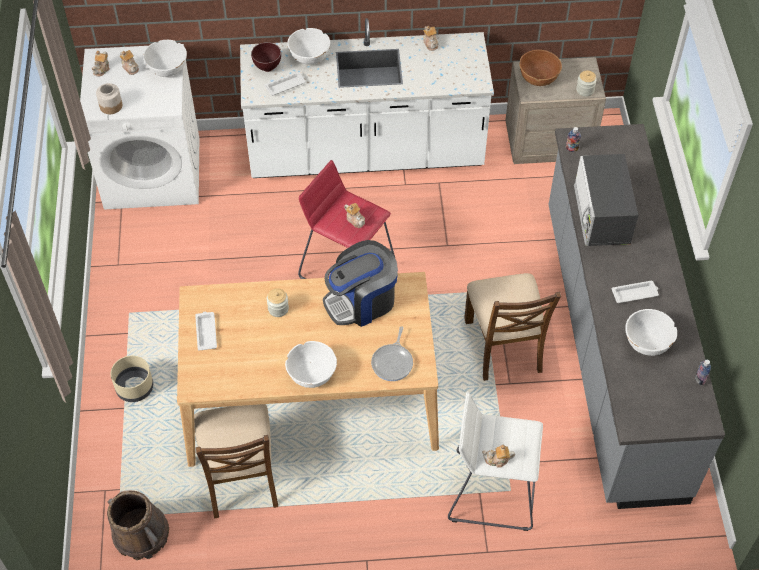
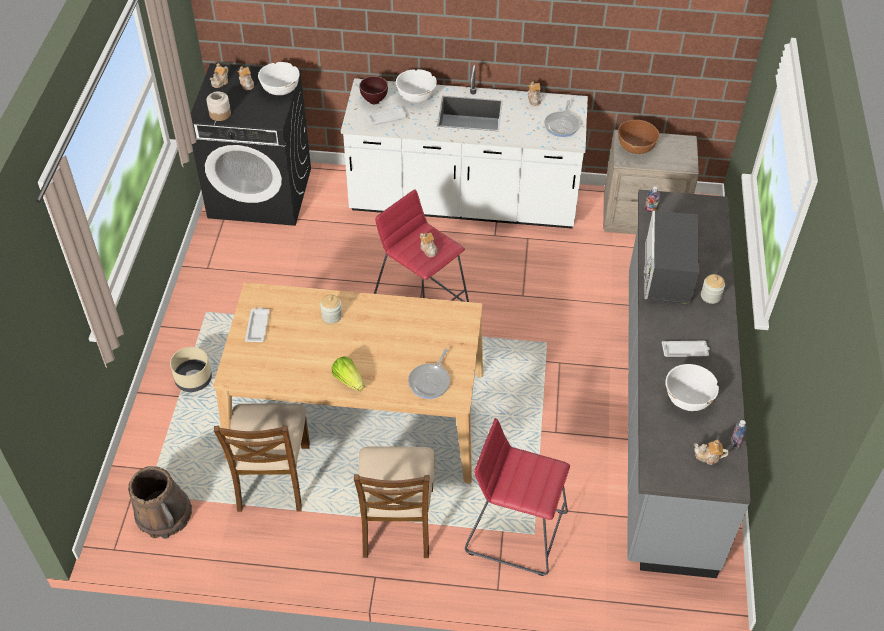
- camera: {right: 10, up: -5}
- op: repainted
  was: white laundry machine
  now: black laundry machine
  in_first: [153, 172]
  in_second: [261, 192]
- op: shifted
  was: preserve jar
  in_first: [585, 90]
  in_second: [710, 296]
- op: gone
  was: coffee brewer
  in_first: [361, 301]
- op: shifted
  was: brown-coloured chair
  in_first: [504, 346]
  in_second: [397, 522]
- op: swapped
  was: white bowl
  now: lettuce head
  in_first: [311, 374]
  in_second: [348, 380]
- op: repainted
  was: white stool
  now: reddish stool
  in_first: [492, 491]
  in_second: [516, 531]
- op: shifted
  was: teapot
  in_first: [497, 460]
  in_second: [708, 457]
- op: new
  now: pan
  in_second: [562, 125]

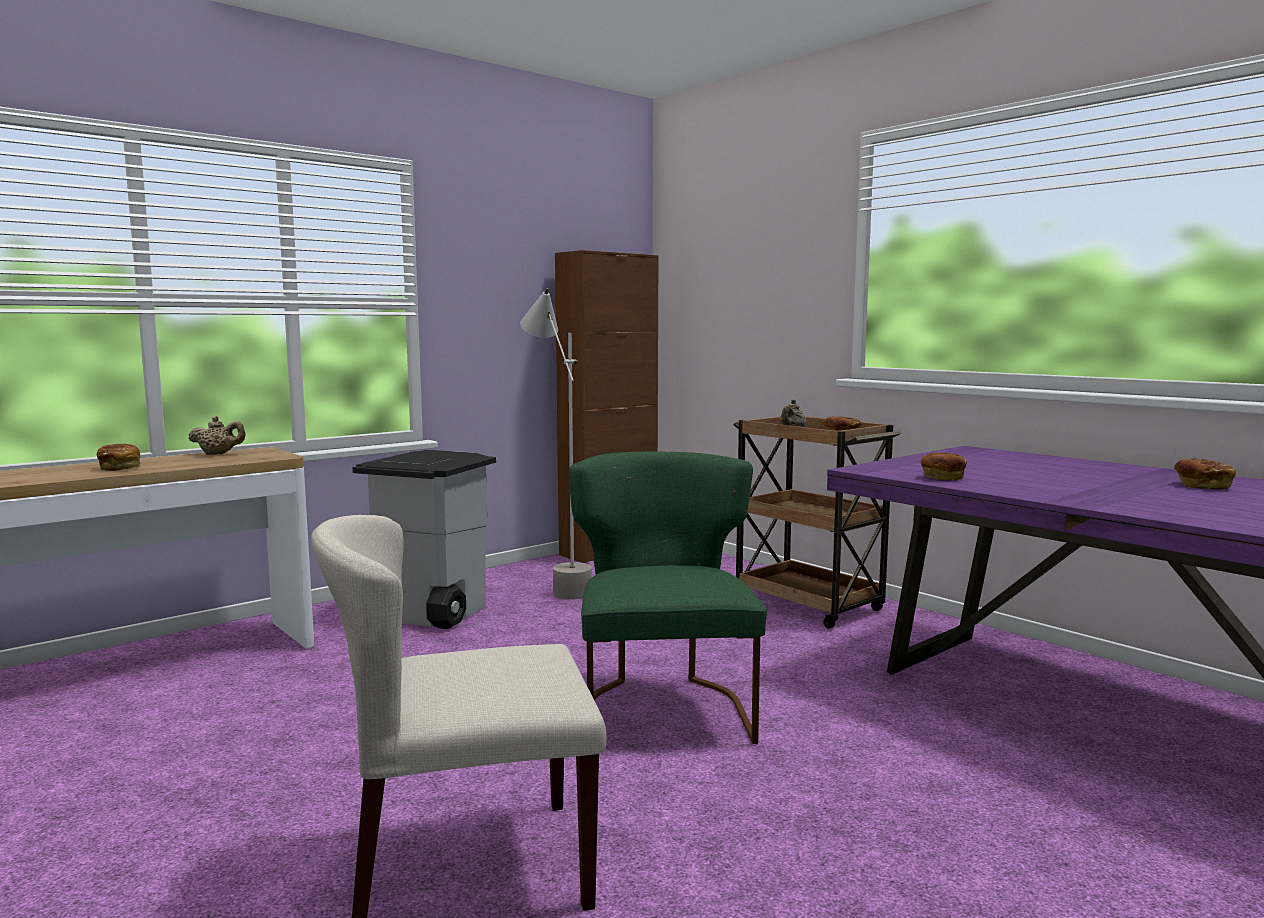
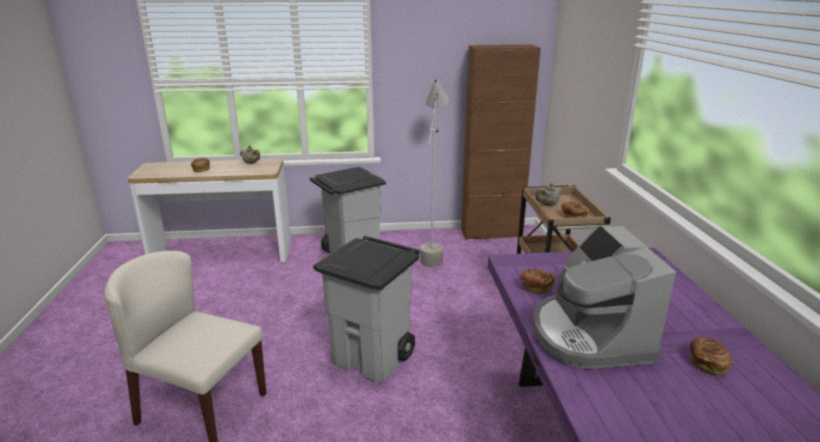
- camera: {right: 35, up: 15}
- op: swapped
  was: green chair
  now: grey rubbish bin
  in_first: [663, 707]
  in_second: [374, 357]
- op: new
  now: coffee brewer
  in_second: [589, 335]

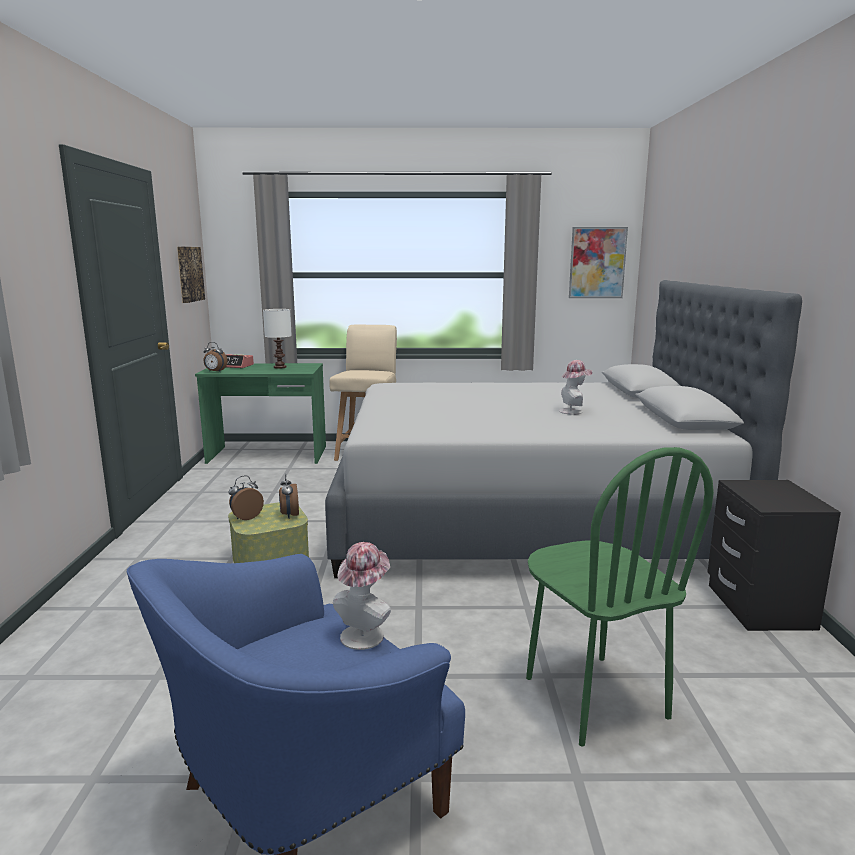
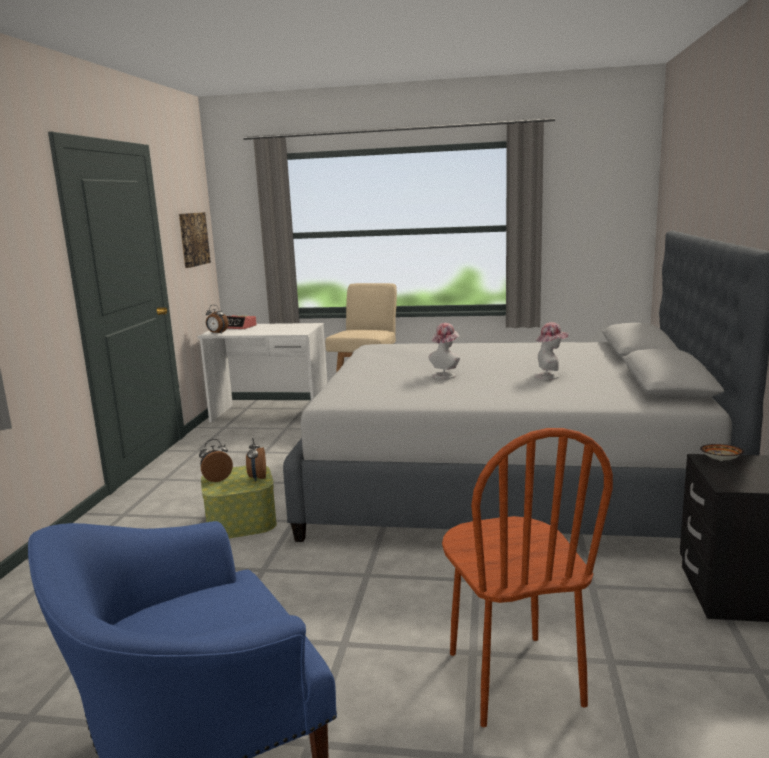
- camera: {right: 10, up: 0}
- op: gone
  was: wall picture
  in_first: [597, 263]
- op: gone
  was: white table lamp
  in_first: [279, 367]
- op: repainted
  was: green desk table
  now: white desk table
  in_first: [268, 455]
  in_second: [270, 414]
- op: repainted
  was: green chair
  now: brown-coloured chair
  in_first: [594, 697]
  in_second: [513, 678]
- op: shifted
  was: wearable hat
  in_first: [365, 633]
  in_second: [445, 375]
- op: new
  now: bowl
  in_second: [722, 460]

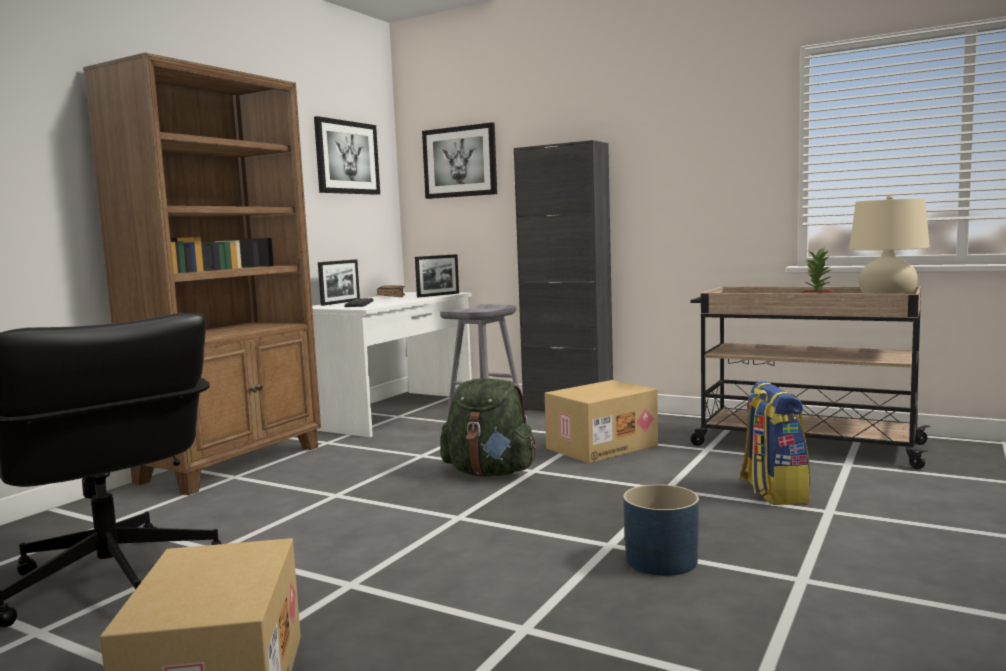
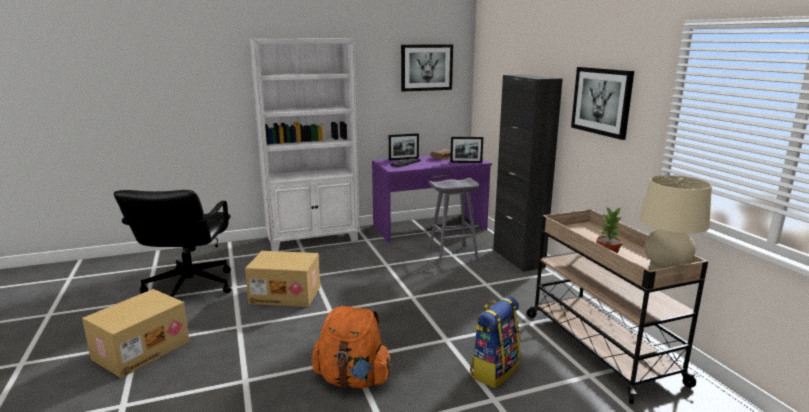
- camera: {right: 40, up: 10}
- op: repainted
  was: brown-coloured bookcase
  now: white bookcase
  in_first: [233, 464]
  in_second: [313, 240]
- op: shifted
  was: wall picture
  in_first: [460, 162]
  in_second: [601, 101]
- op: repainted
  was: white desk table
  now: purplish desk table
  in_first: [394, 412]
  in_second: [430, 228]
- op: gone
  was: green rucksack
  in_first: [490, 473]
- op: shifted
  was: cardboard box
  in_first: [601, 446]
  in_second: [286, 294]
- op: swapped
  was: bluish planter
  now: orangey rucksack
  in_first: [661, 560]
  in_second: [353, 379]

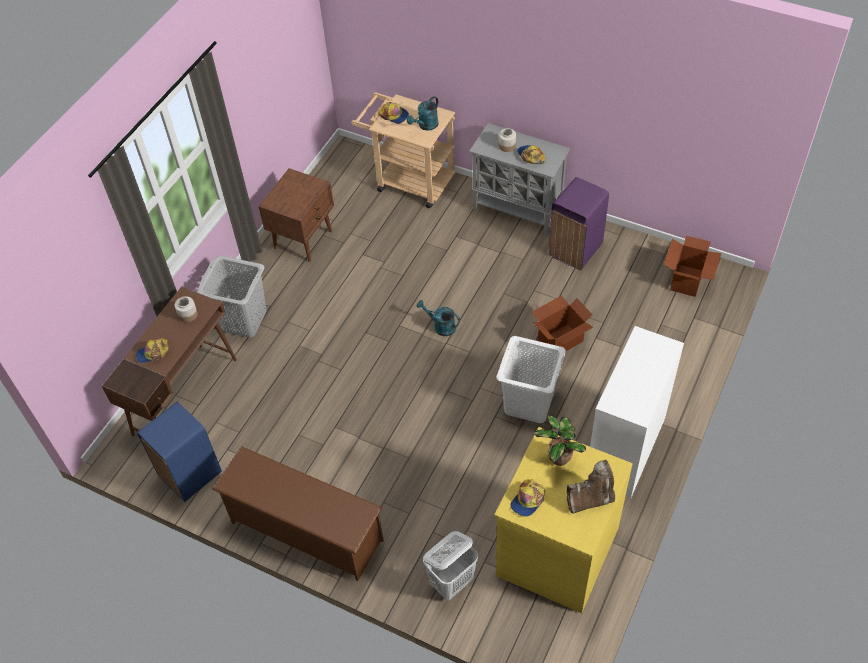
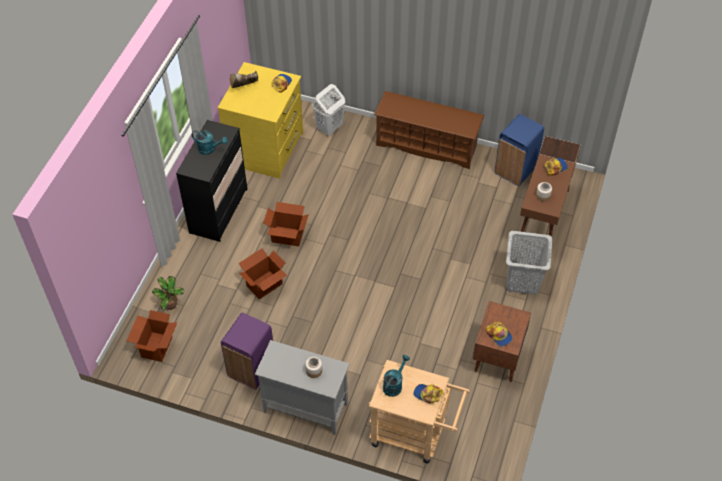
- camera: {right: 170, up: 0}
- op: shifted
  was: cap
  in_first: [530, 156]
  in_second: [499, 335]
- op: shifted
  was: turquoise-coloured watering can
  in_first: [440, 326]
  in_second: [209, 149]
- op: repainted
  was: white drawer chest
  now: black drawer chest
  in_first: [625, 449]
  in_second: [218, 211]
- op: swapped
  was: white washing basket
  now: cardboard box
  in_first: [528, 402]
  in_second: [287, 236]
- op: shifted
  was: plant in a pot
  in_first: [558, 457]
  in_second: [171, 305]

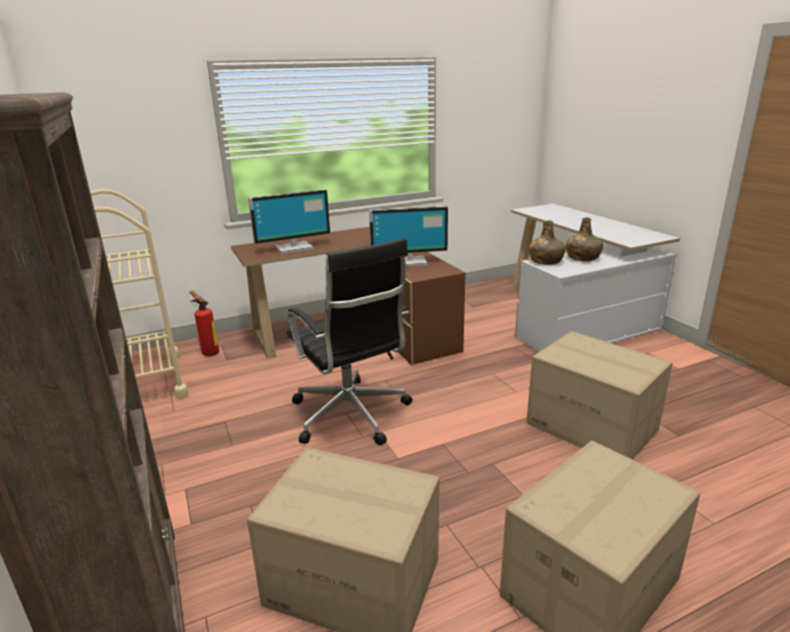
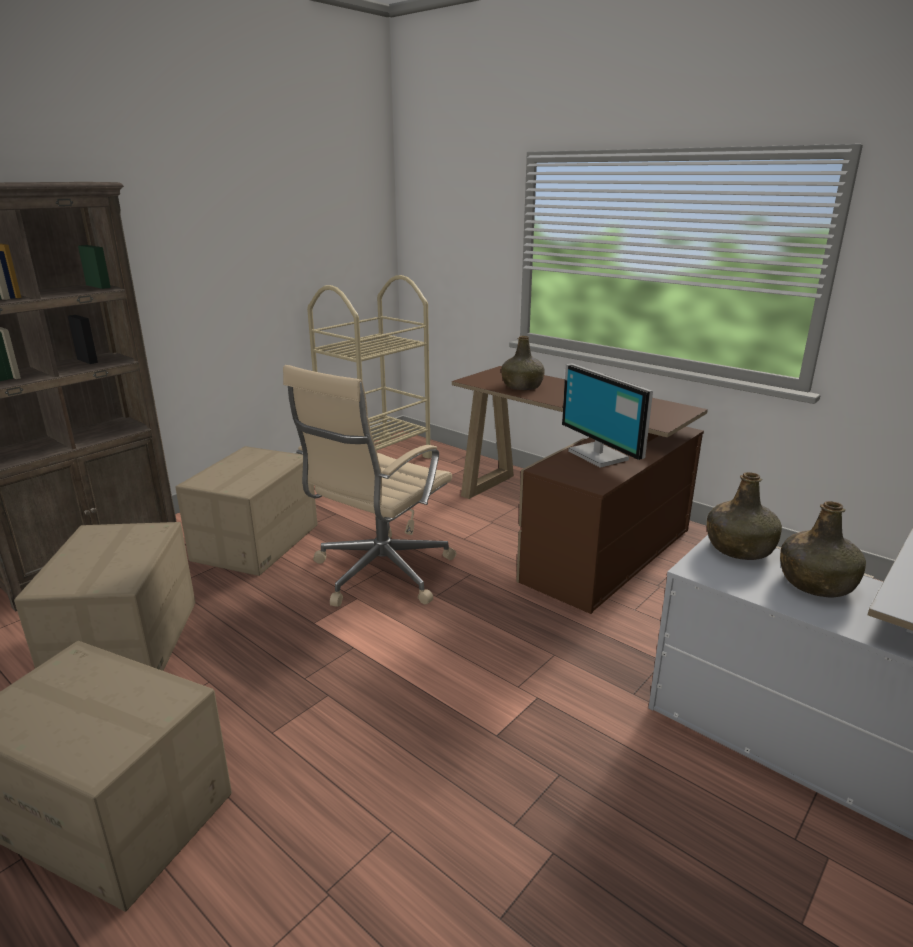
- camera: {right: 65, up: 0}
- op: swapped
  was: monitor
  now: green drink bottle
  in_first: [294, 248]
  in_second: [522, 386]
- op: repainted
  was: black office chair
  now: beige-coloured office chair
  in_first: [351, 416]
  in_second: [379, 574]
- op: gone
  was: fire extinguisher
  in_first: [209, 353]
- op: shifted
  was: cardboard box
  in_first: [592, 426]
  in_second: [257, 543]

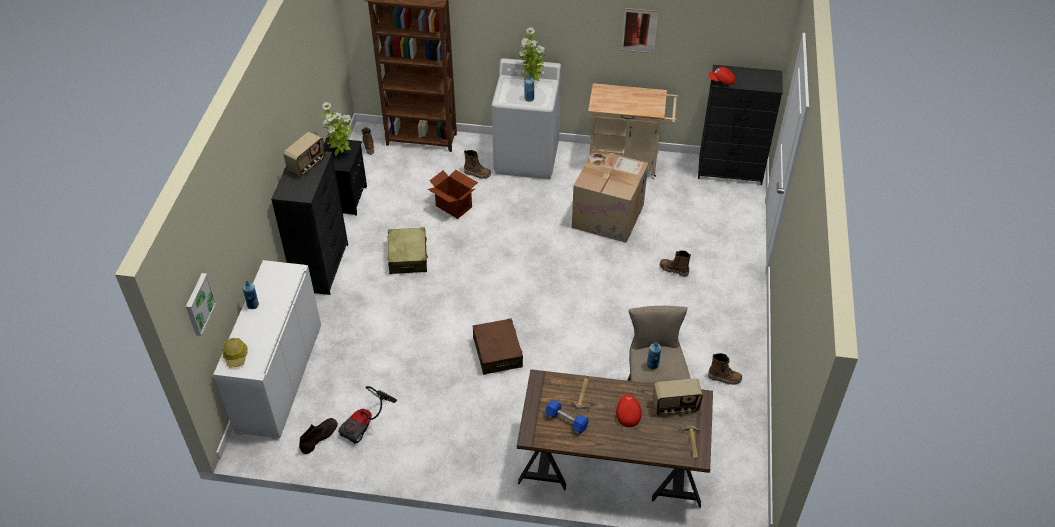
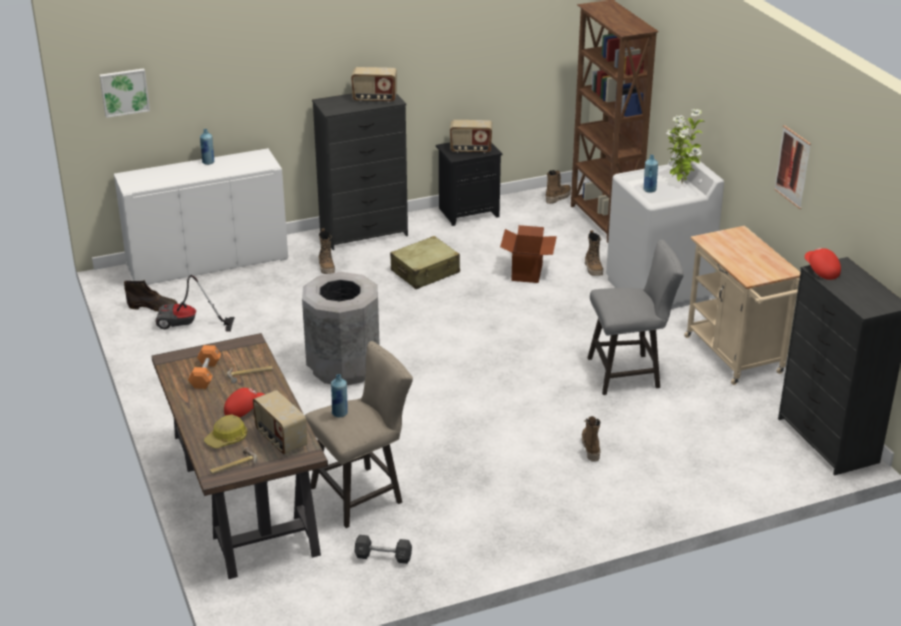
- camera: {right: 60, up: -15}
- op: swapped
  was: plant in a pot
  now: radio receiver
  in_first: [340, 153]
  in_second: [471, 150]
- op: swapped
  was: cardboard box
  now: grey stool
  in_first: [609, 216]
  in_second: [629, 373]
- op: swapped
  was: brown-coloured travel case
  now: grey rubbish bin
  in_first: [497, 352]
  in_second: [343, 367]
- op: shifted
  was: hard hat
  in_first: [236, 355]
  in_second: [227, 439]
- op: shifted
  was: high-top boot
  in_first: [724, 378]
  in_second: [326, 267]
- op: repainted
  was: bluish hand weight
  now: orangey hand weight
  in_first: [566, 421]
  in_second: [205, 374]
- op: new
  now: black hand weight
  in_second: [383, 556]

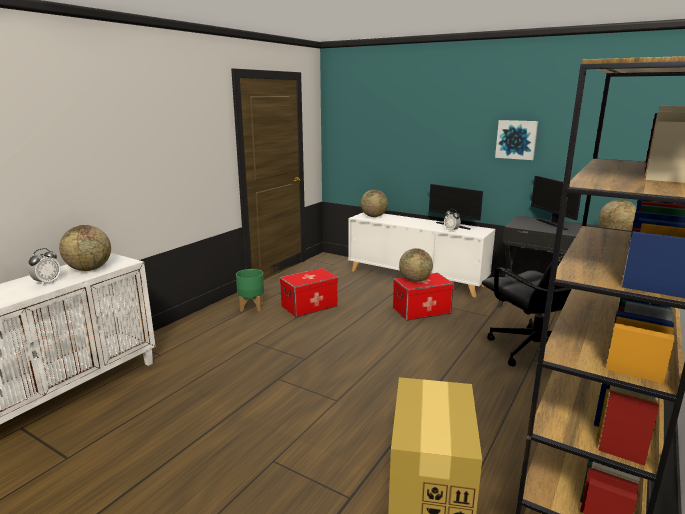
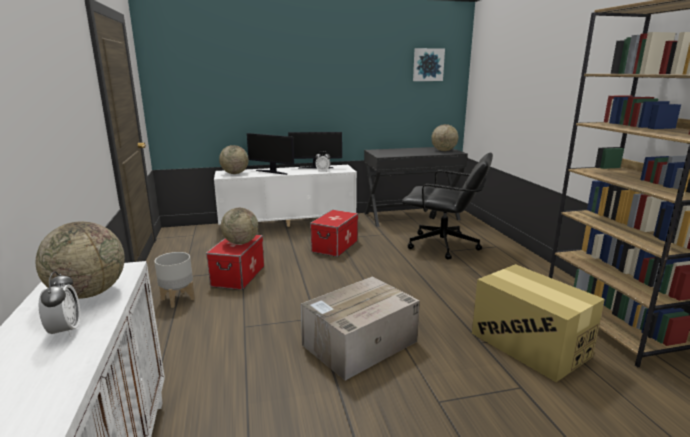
- camera: {right: -45, up: 0}
- op: shifted
  was: wall picture
  in_first: [516, 139]
  in_second: [428, 65]
- op: shifted
  was: monitor
  in_first: [552, 224]
  in_second: [272, 172]
- op: shifted
  was: desk globe
  in_first: [415, 280]
  in_second: [241, 242]
- op: repainted
  was: green planter
  now: grey planter
  in_first: [251, 307]
  in_second: [178, 299]
- op: new
  now: cardboard box
  in_second: [358, 344]

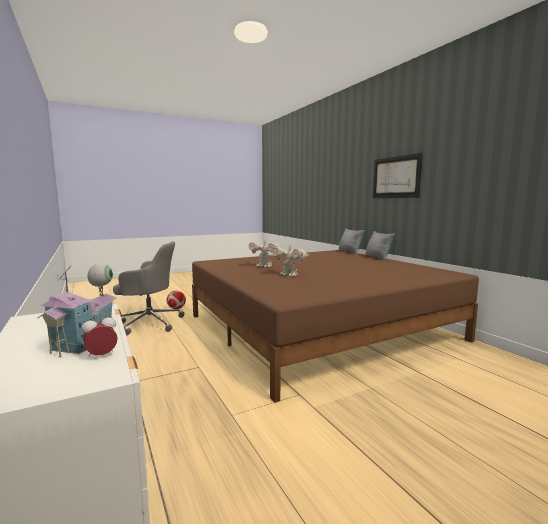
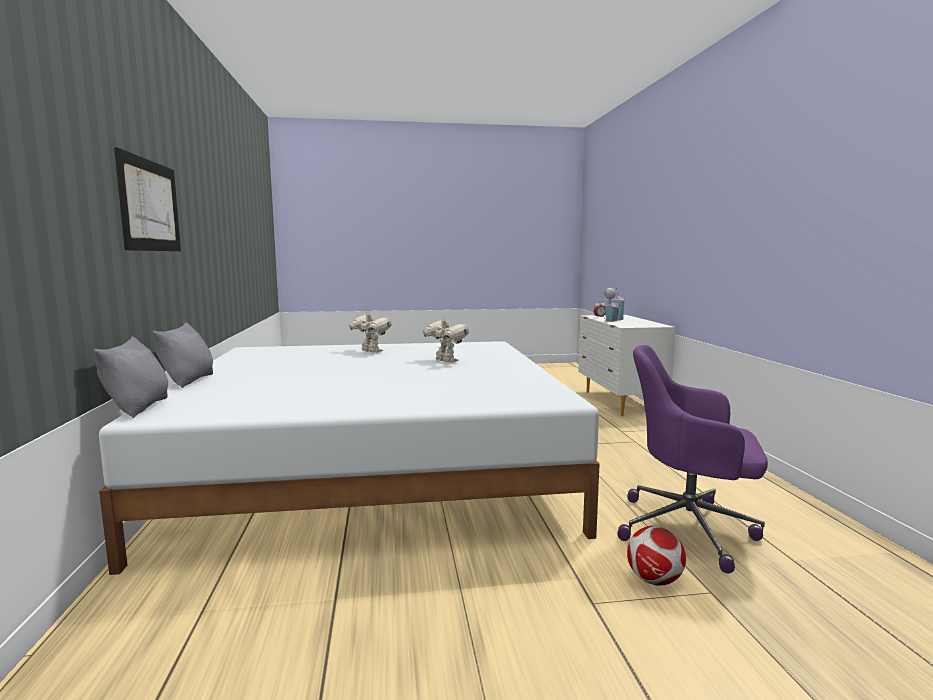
- camera: {right: -160, up: 0}
- op: shifted
  was: robot figure
  in_first: [264, 266]
  in_second: [370, 351]
- op: repainted
  was: grey office chair
  now: purplish office chair
  in_first: [149, 323]
  in_second: [690, 529]
- op: repainted
  was: brown-coloured bedroom bed
  now: white bedroom bed
  in_first: [319, 327]
  in_second: [373, 469]

